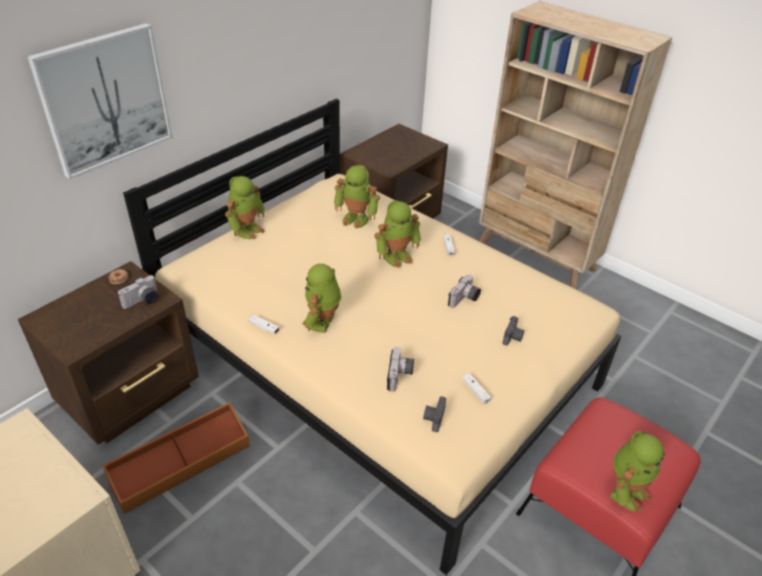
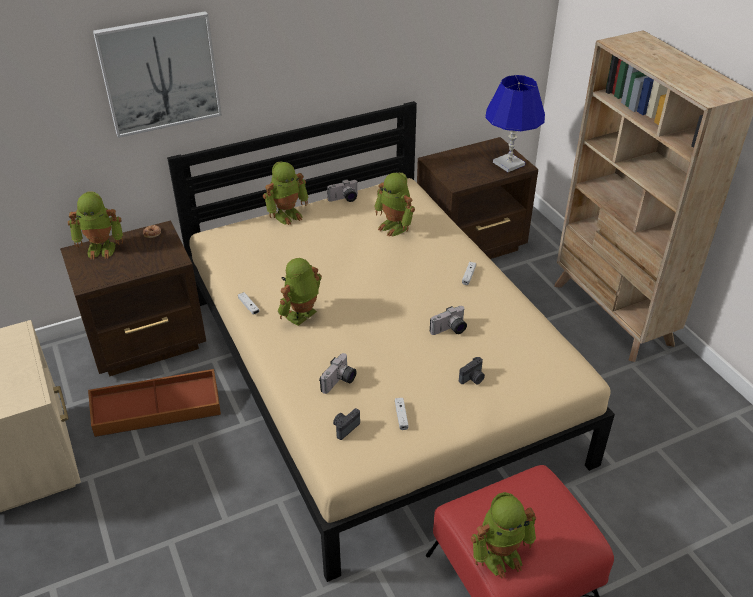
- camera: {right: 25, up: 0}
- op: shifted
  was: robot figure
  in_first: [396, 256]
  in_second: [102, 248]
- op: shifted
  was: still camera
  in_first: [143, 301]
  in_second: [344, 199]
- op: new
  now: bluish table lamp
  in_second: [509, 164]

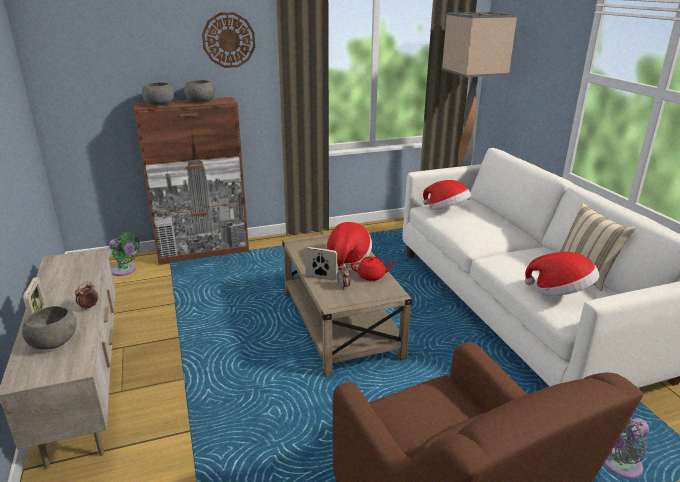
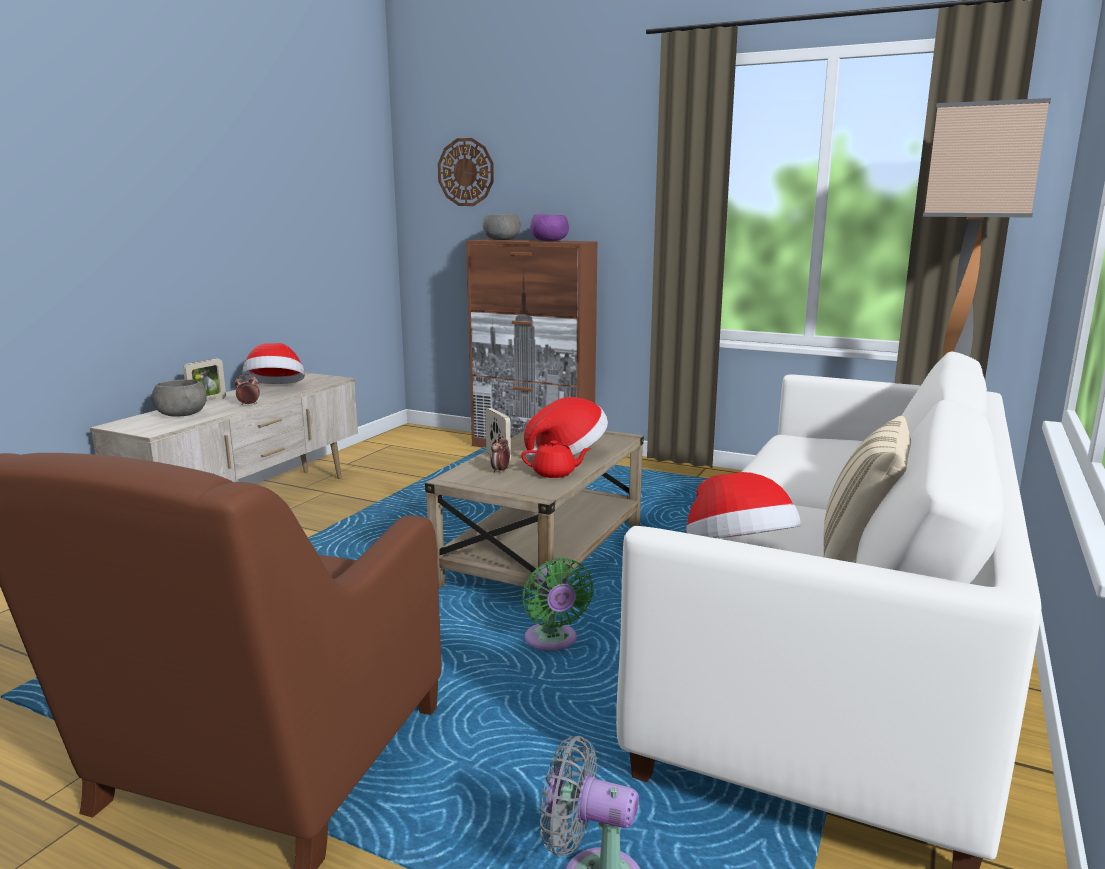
- camera: {right: 45, up: -10}
- op: shifted
  was: clock on the wall
  in_first: [228, 40]
  in_second: [466, 172]
- op: repainted
  was: grey bowl
  now: purplish bowl
  in_first: [201, 101]
  in_second: [549, 240]
- op: shifted
  was: wearable hat
  in_first: [446, 210]
  in_second: [276, 389]
- op: shifted
  was: green fan
  in_first: [125, 270]
  in_second: [552, 642]
- op: rotated
  was: reddish teapot
  in_first: [372, 276]
  in_second: [555, 473]
  clockwise: -45

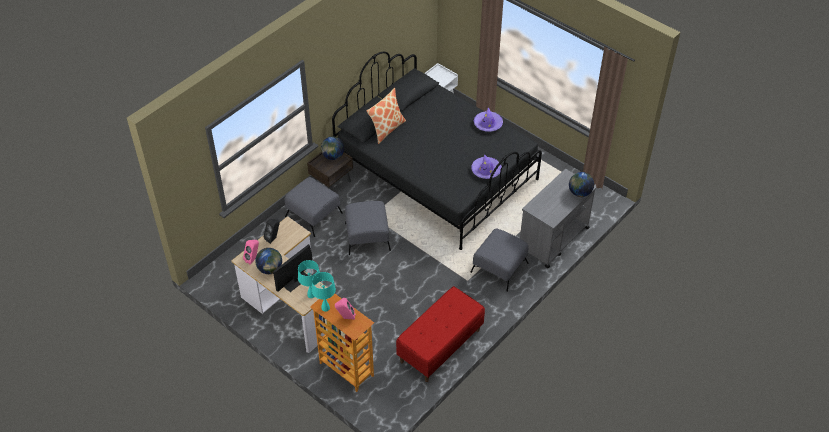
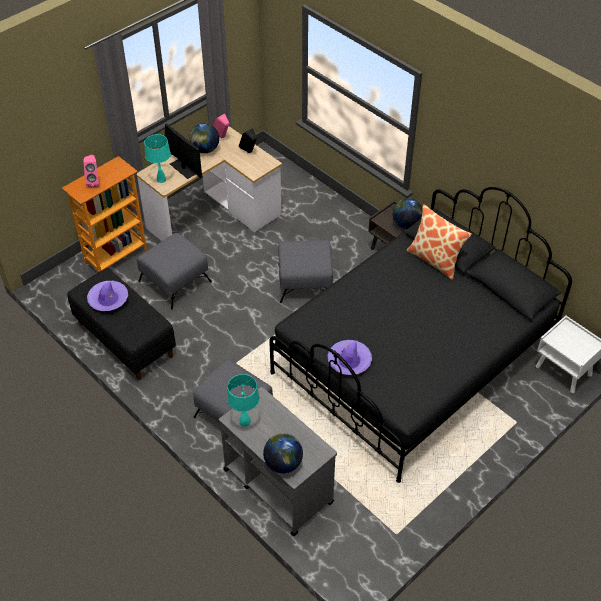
- camera: {right: 95, up: 0}
- op: shifted
  was: purplish wearable hat
  in_first: [488, 124]
  in_second: [108, 299]
- op: shifted
  was: grey pouffe
  in_first: [313, 214]
  in_second: [175, 281]
- op: shifted
  was: turquoise-coloured table lamp
  in_first: [325, 308]
  in_second: [244, 422]
- op: repainted
  was: reddish indoor bench
  now: black indoor bench
  in_first: [440, 346]
  in_second: [125, 340]

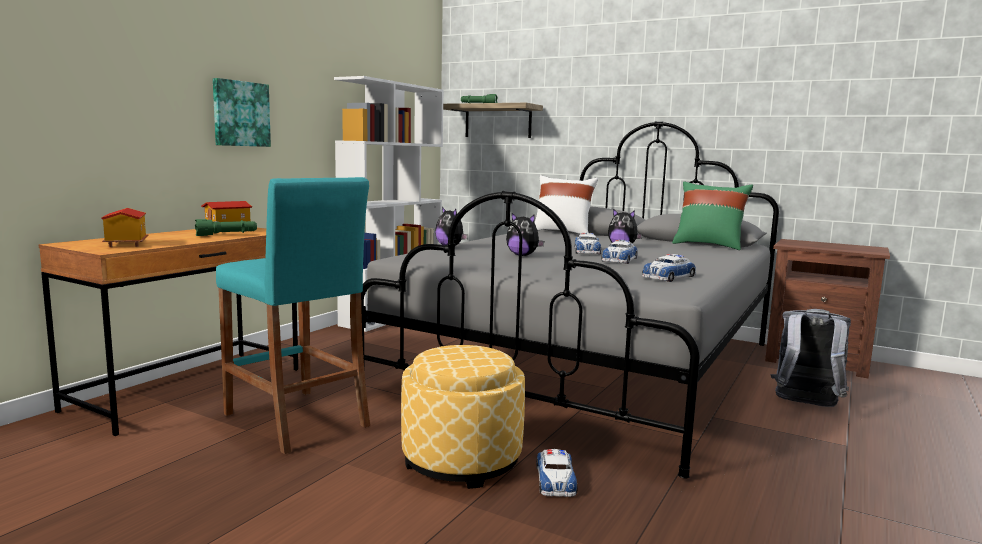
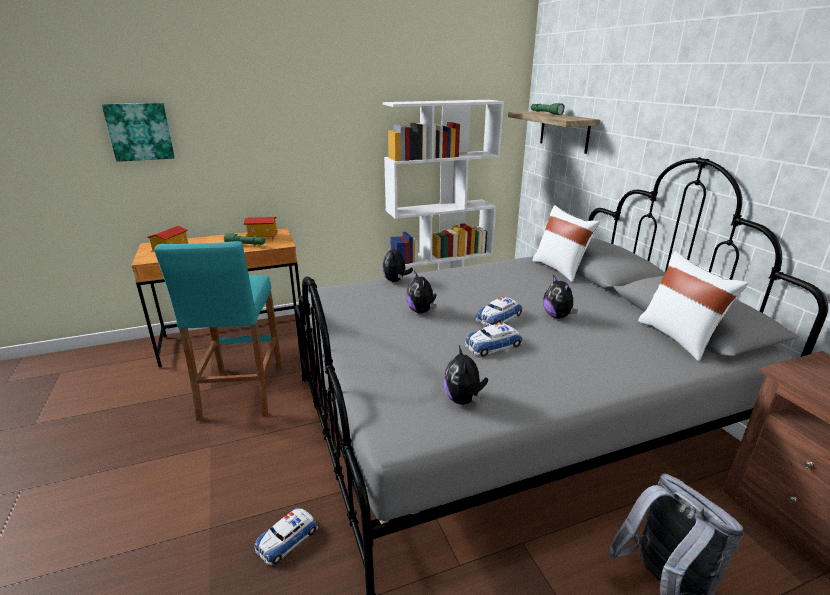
- camera: {right: 40, up: 15}
- op: shifted
  was: wall picture
  in_first: [240, 114]
  in_second: [140, 131]
- op: repainted
  was: green cushion
  now: white cushion
  in_first: [708, 245]
  in_second: [678, 337]
- op: swapped
  was: model car
  now: cuddly toy
  in_first: [668, 277]
  in_second: [463, 400]
- op: gone
  was: pouffe
  in_first: [462, 460]

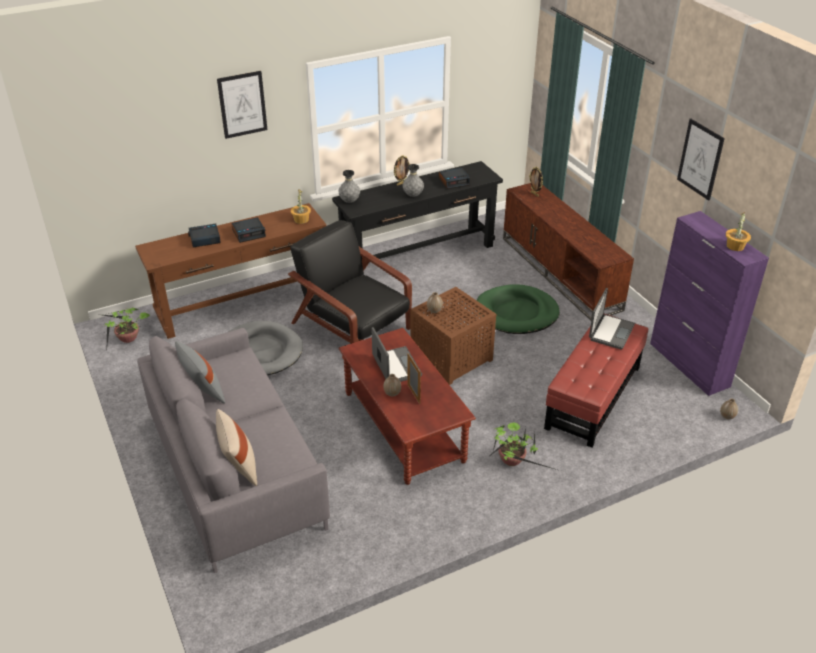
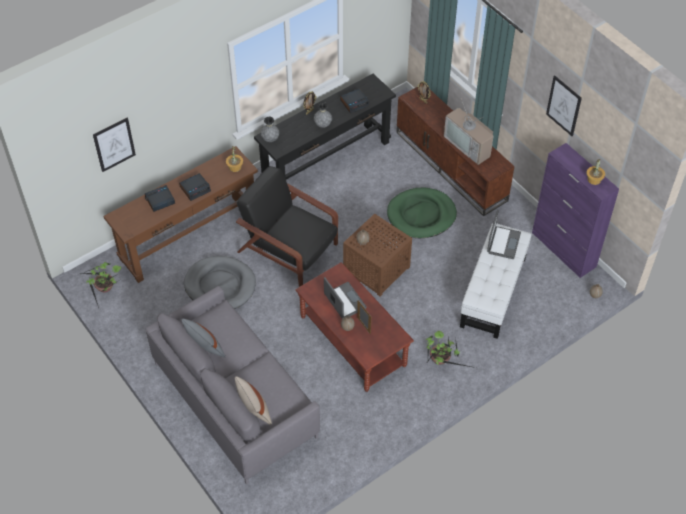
- camera: {right: -10, up: 15}
- op: shifted
  was: wall picture
  in_first: [242, 104]
  in_second: [114, 144]
- op: repainted
  was: reddish pouffe
  now: white pouffe
  in_first: [592, 397]
  in_second: [492, 292]
- op: new
  now: TV
  in_second: [469, 145]

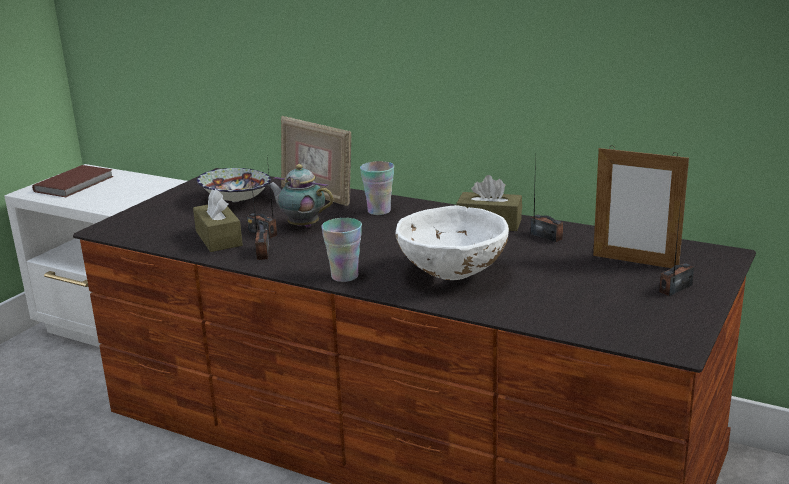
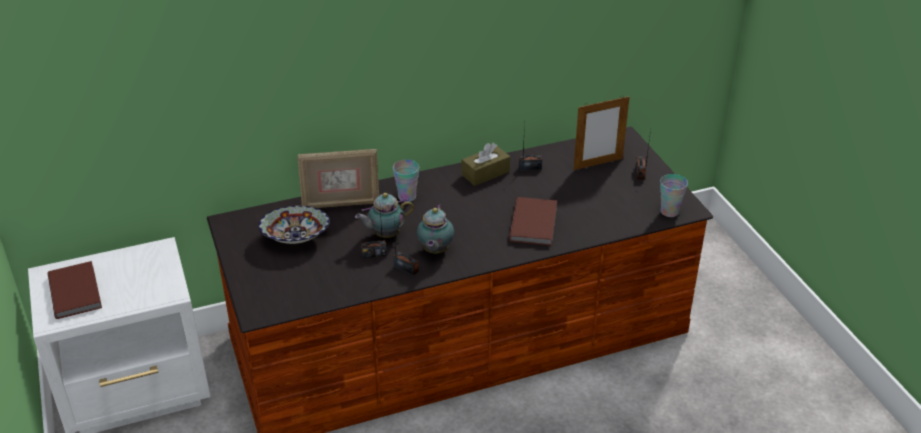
- camera: {right: -50, up: 15}
- op: gone
  was: brown-coloured box of tissues
  in_first: [218, 238]
- op: swapped
  was: white bowl
  now: brown-coloured volume
  in_first: [452, 275]
  in_second: [535, 223]
- op: shifted
  was: cup
  in_first: [344, 276]
  in_second: [669, 212]
- op: new
  now: teapot
  in_second: [435, 251]

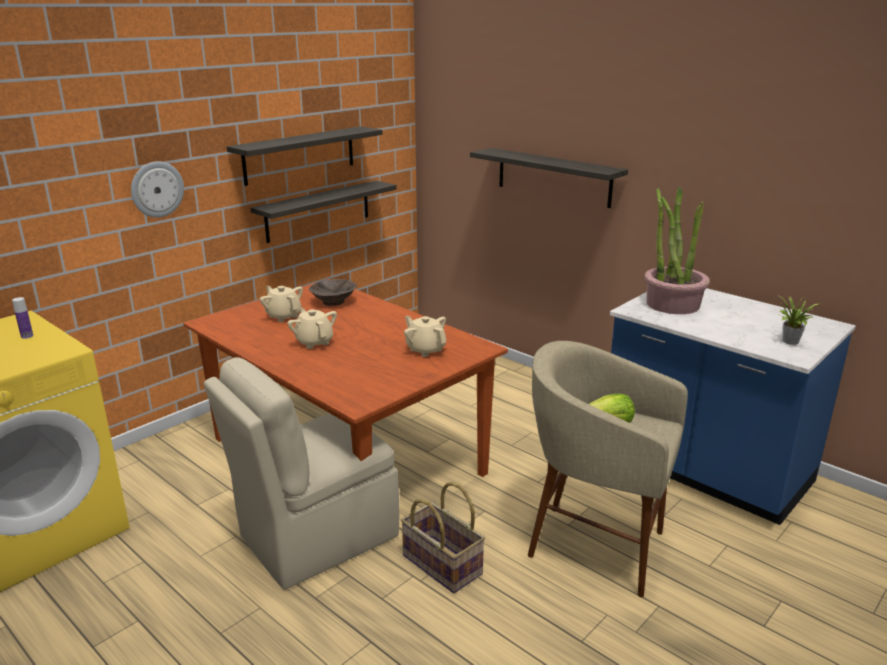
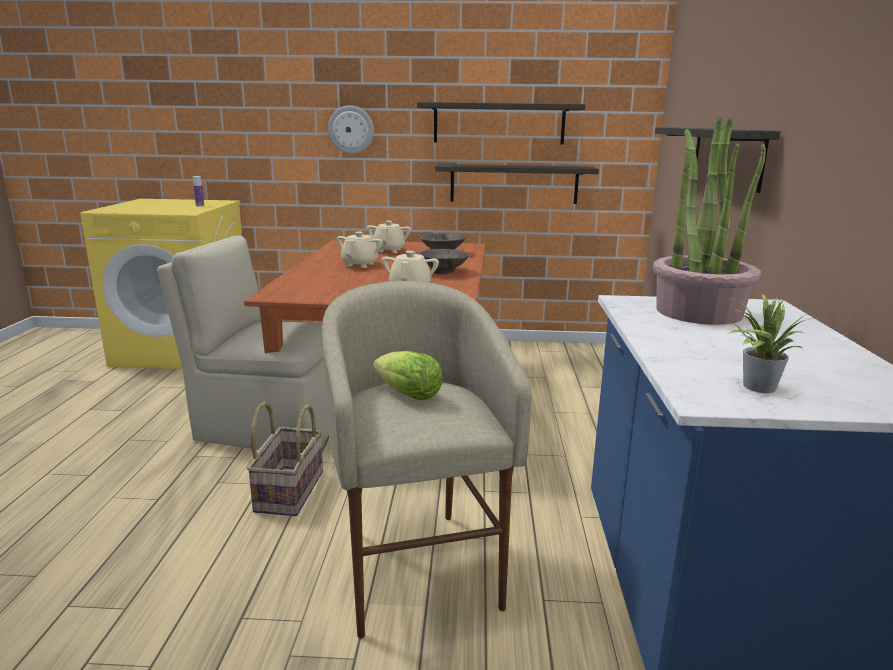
- camera: {right: 50, up: -5}
- op: new
  now: brown-coloured bowl
  in_second: [443, 272]

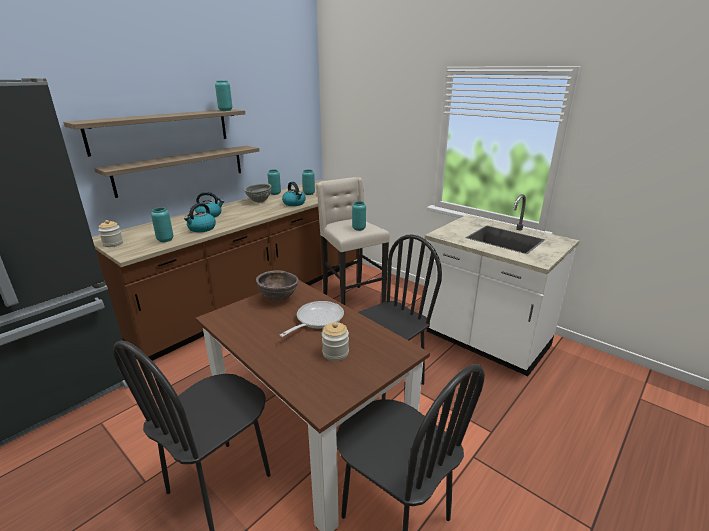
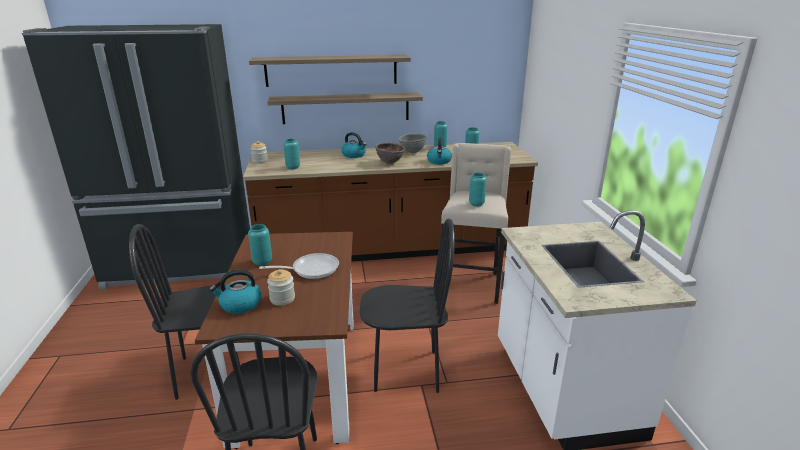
- camera: {right: 40, up: 0}
- op: shifted
  was: turquoise-coloured flower vase
  in_first: [225, 110]
  in_second: [262, 262]
- op: shifted
  was: kettle
  in_first: [201, 229]
  in_second: [240, 305]
- op: shifted
  was: brown-coloured bowl
  in_first: [279, 299]
  in_second: [390, 163]

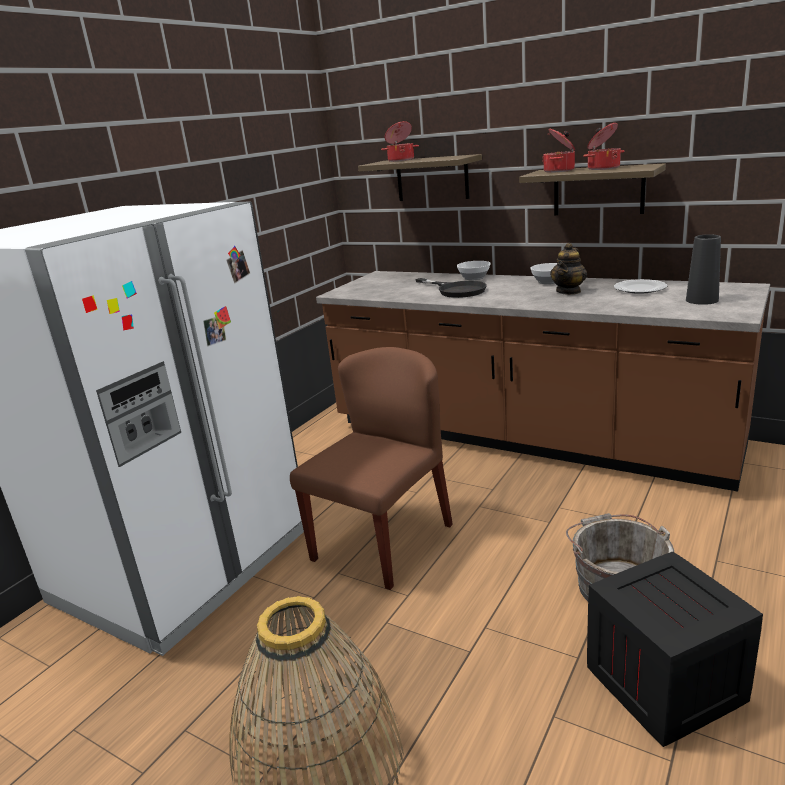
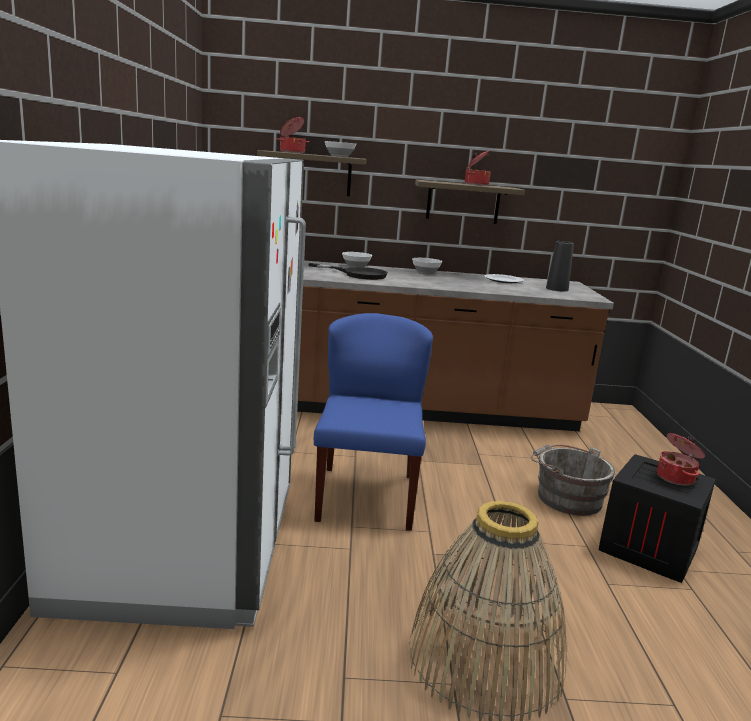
- camera: {right: -35, up: -5}
- op: shifted
  was: saucepot
  in_first: [560, 170]
  in_second: [676, 478]
- op: gone
  was: teapot
  in_first: [568, 291]
- op: repainted
  was: brown-coloured chair
  now: bluish chair
  in_first: [383, 541]
  in_second: [366, 496]
- op: new
  now: bowl
  in_second: [340, 156]

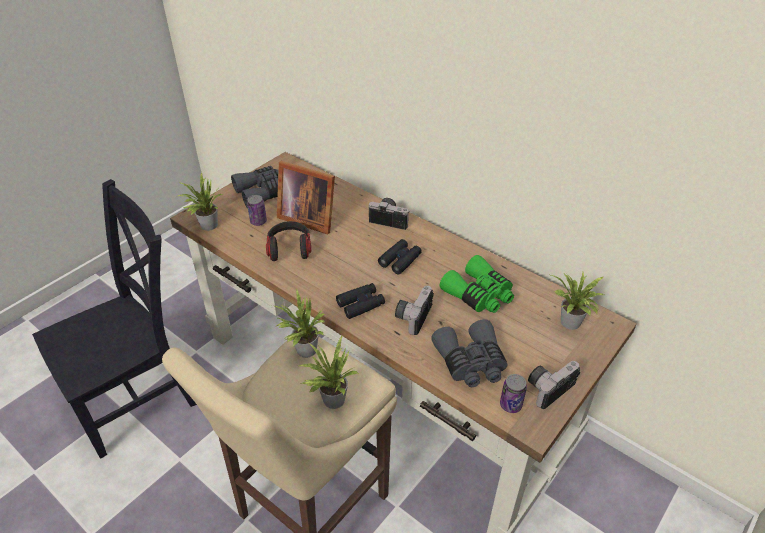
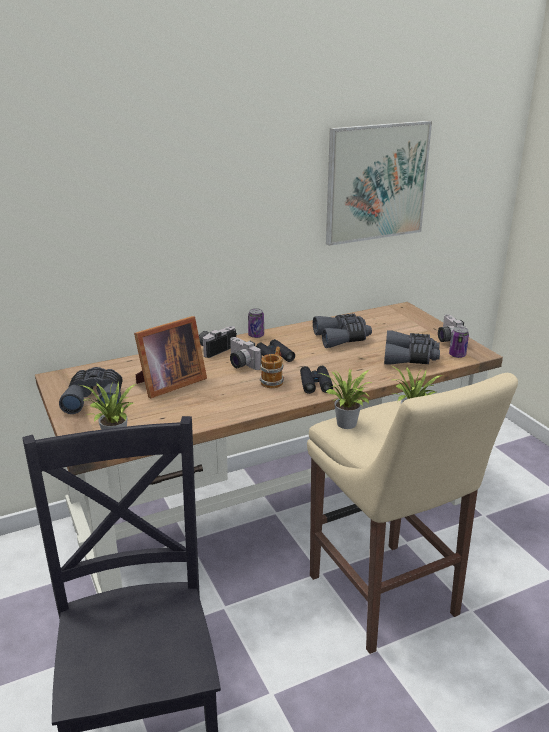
- camera: {right: -65, up: -15}
- op: shifted
  was: metal can
  in_first: [258, 221]
  in_second: [256, 335]
- op: gone
  was: headphones
  in_first: [289, 248]
- op: repainted
  was: green binoculars
  now: grey binoculars
  in_first: [479, 294]
  in_second: [342, 338]
- op: gone
  was: plant in a pot
  in_first: [570, 324]
- op: shifted
  was: still camera
  in_first: [412, 316]
  in_second: [240, 364]
- op: new
  now: wall picture
  in_second: [376, 182]
- op: new
  now: coffee mug
  in_second: [273, 380]

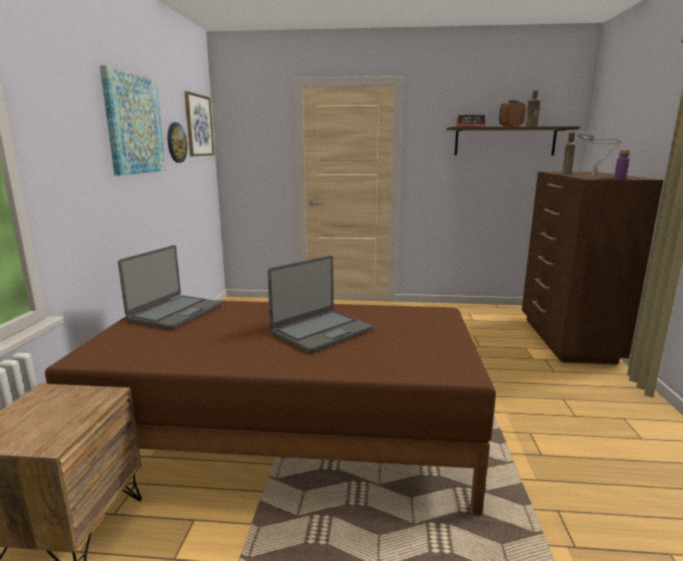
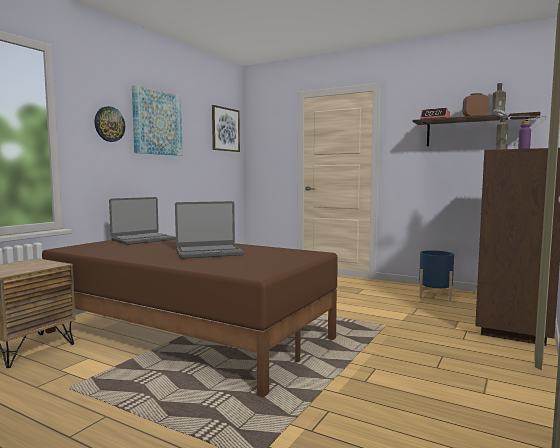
- camera: {right: 25, up: -10}
- op: shifted
  was: clock on the wall
  in_first: [176, 142]
  in_second: [109, 124]
- op: new
  now: bluish planter
  in_second: [435, 296]

